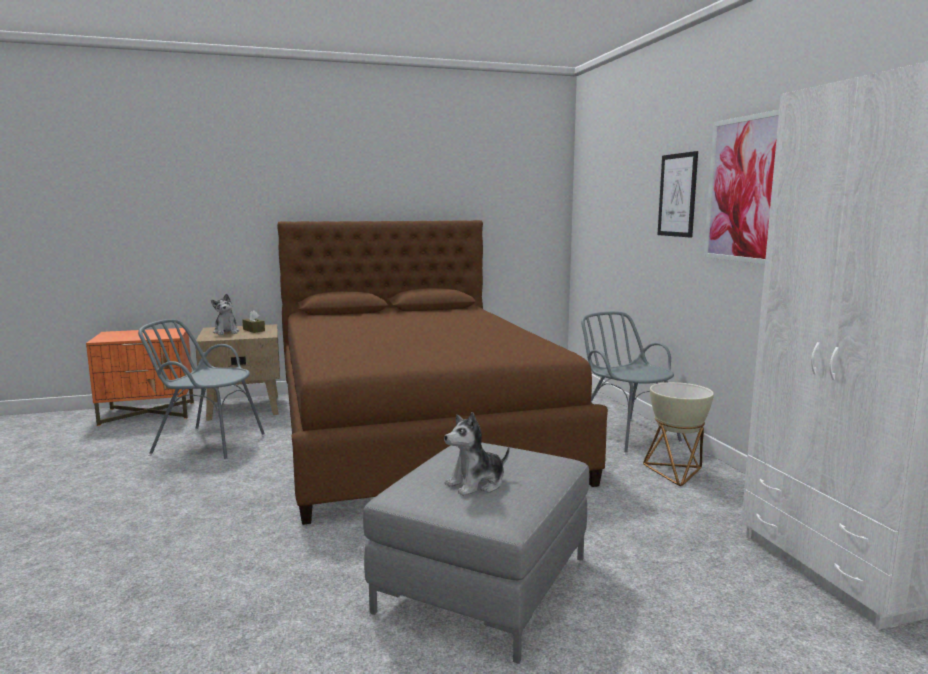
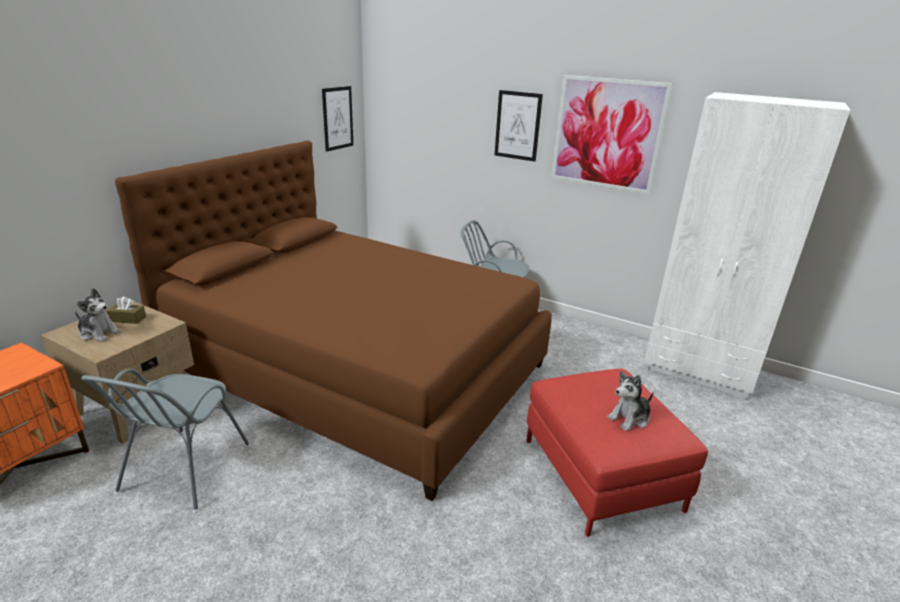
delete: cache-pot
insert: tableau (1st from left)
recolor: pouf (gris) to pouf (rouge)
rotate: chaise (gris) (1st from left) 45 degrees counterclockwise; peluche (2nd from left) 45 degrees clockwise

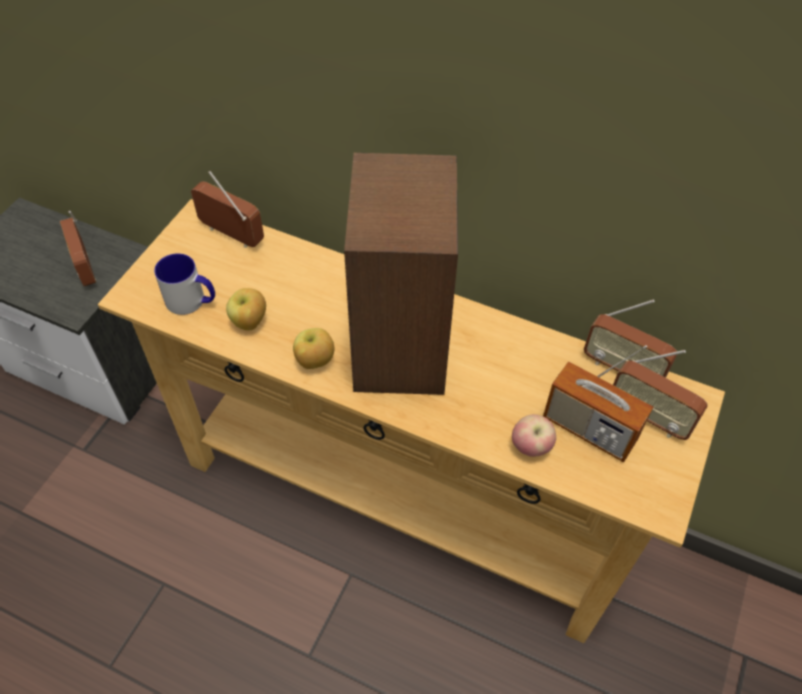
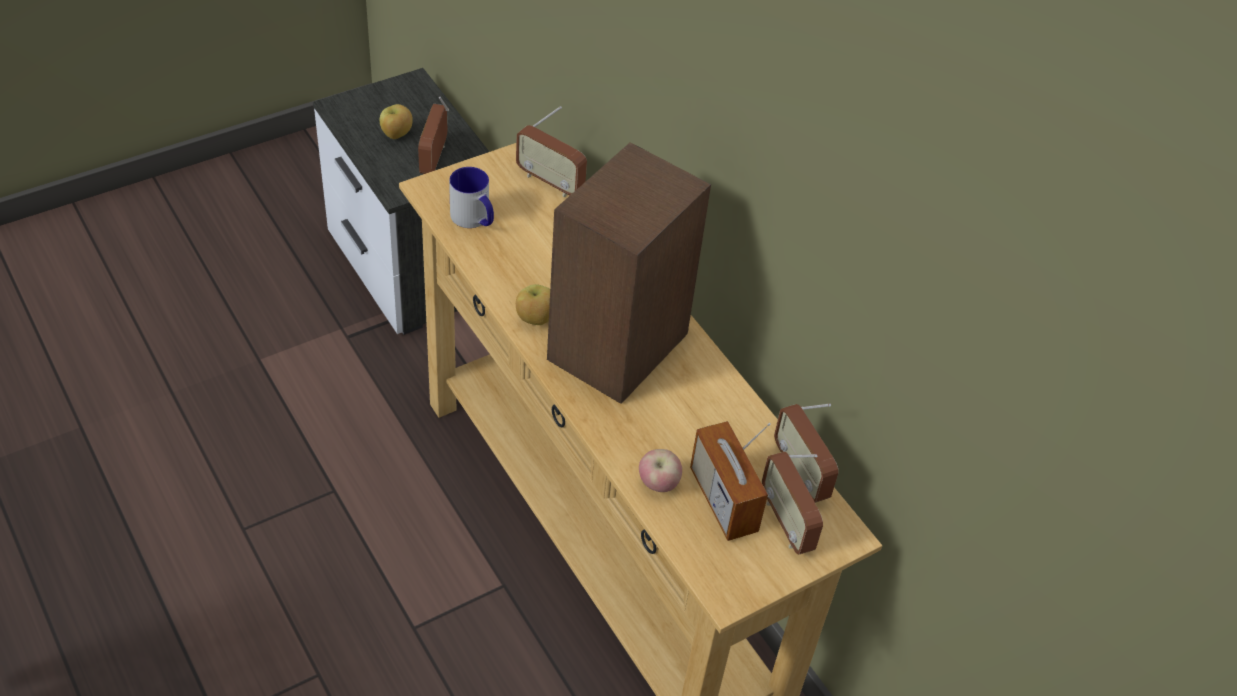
move: pomme (1st from left)
rotate: radio (2nd from left) 150 degrees clockwise

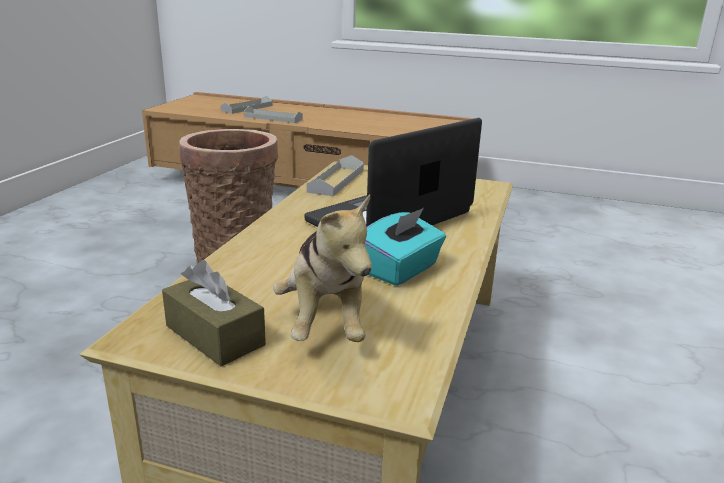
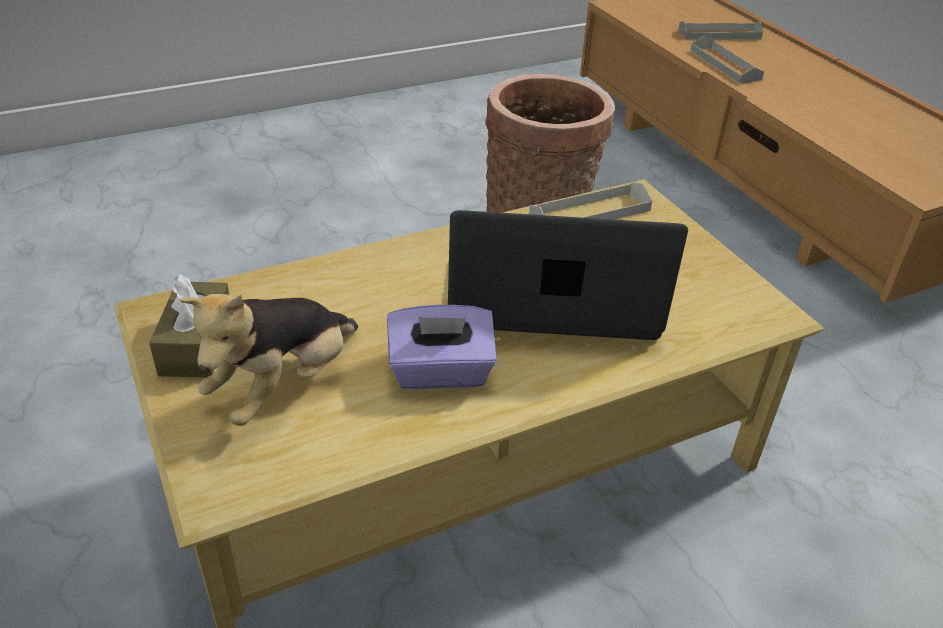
recolor: boîte à mouchoirs (turquoise) to boîte à mouchoirs (violet)

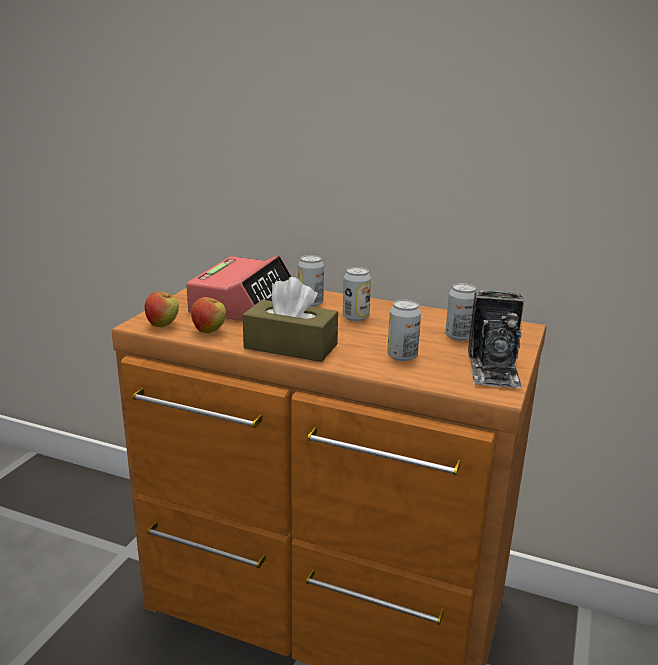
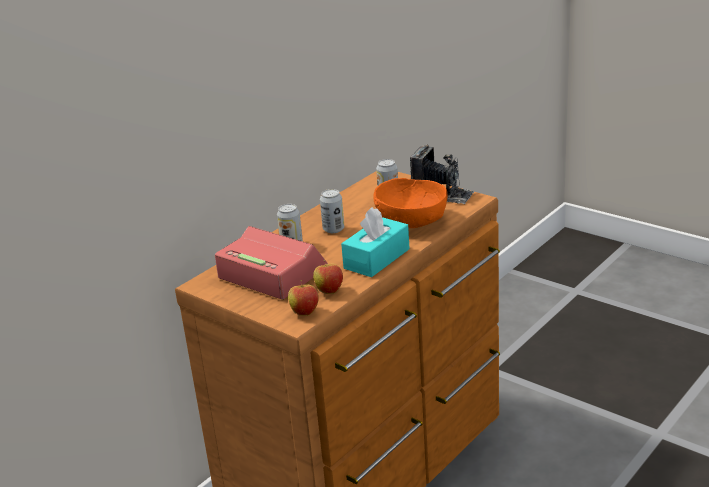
replace: boîte métallique (3rd from left) to bol (orange)
recolor: boîte à mouchoirs (marron) to boîte à mouchoirs (turquoise)

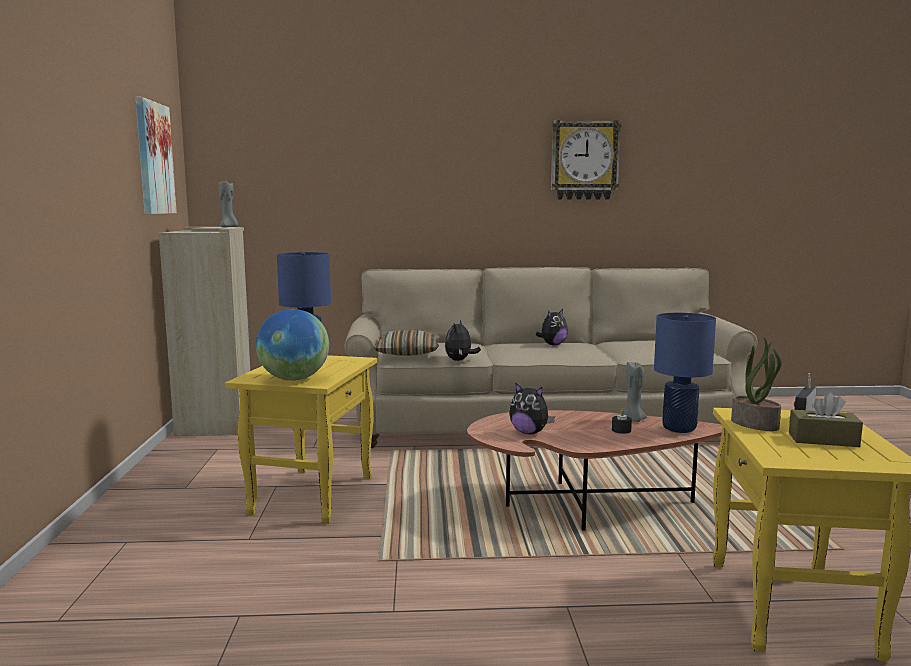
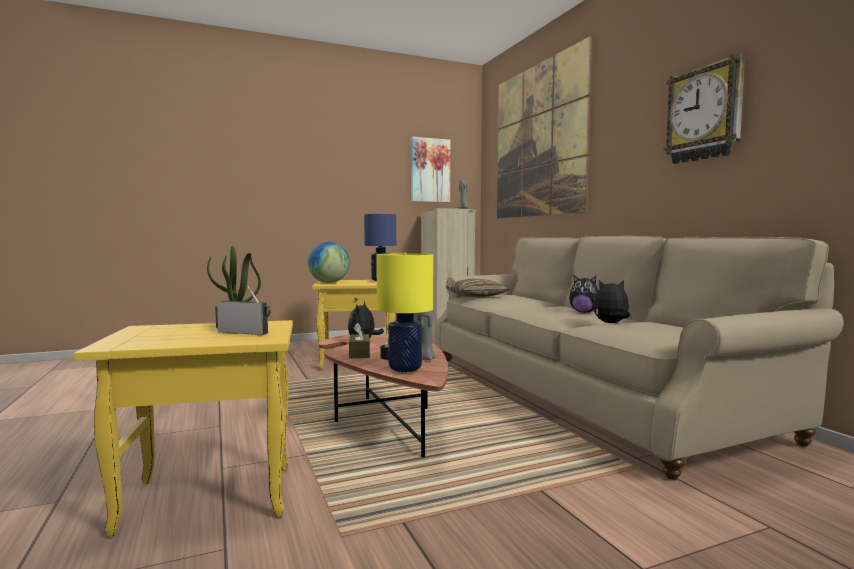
insert: tableau (2nd from left)
move: boîte à mouchoirs (marron); peluche (1st from left in the first image) to peluche (3rd from left)
recolor: lampe de table (bleu) (2nd from left) to lampe de table (jaune)

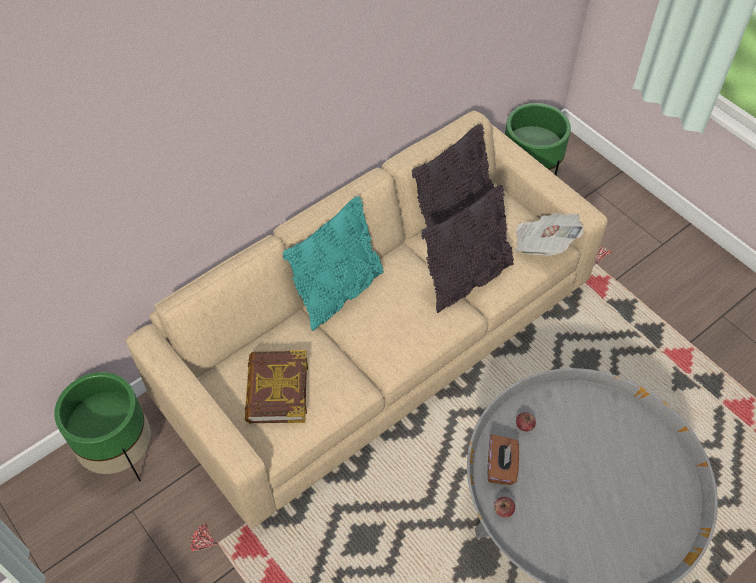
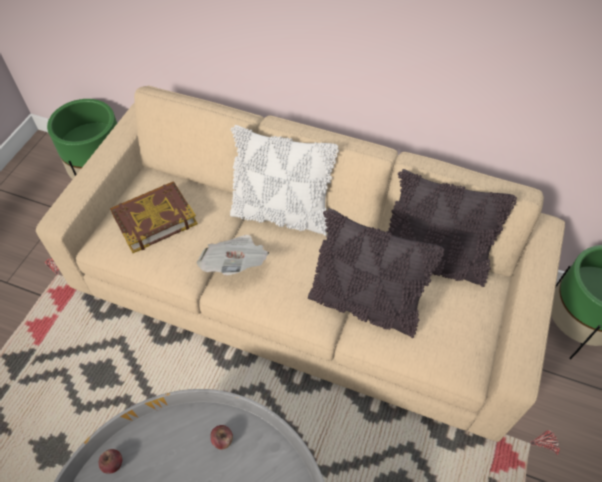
delete: boîte à mouchoirs (marron)
move: journal
recolor: coussin (turquoise) to coussin (blanc)

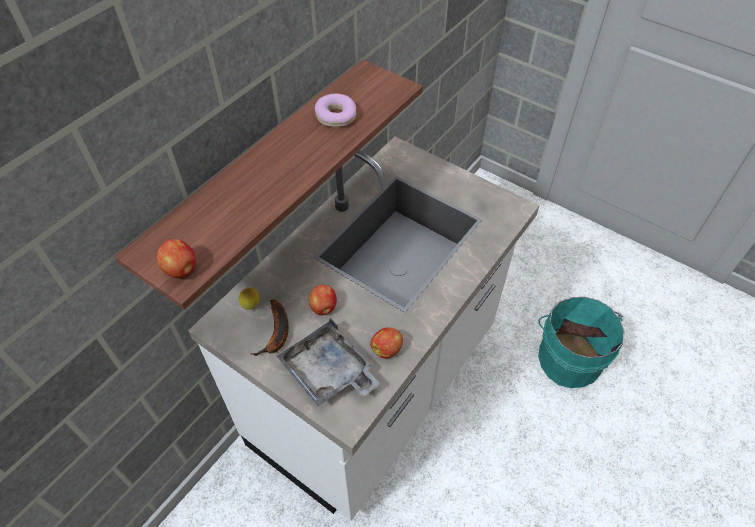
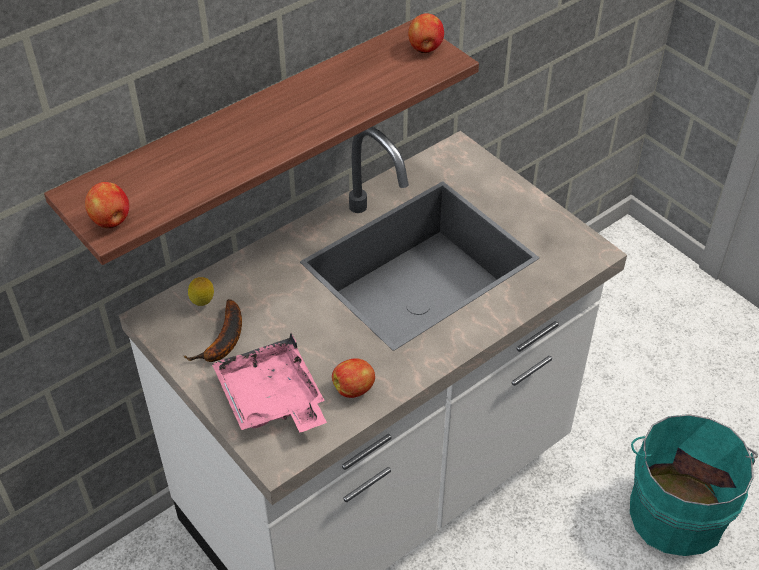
delete: beignet
move: pomme (2nd from left in the first image) to pomme (3rd from left)
recolor: plateau (gris) to plateau (rose)

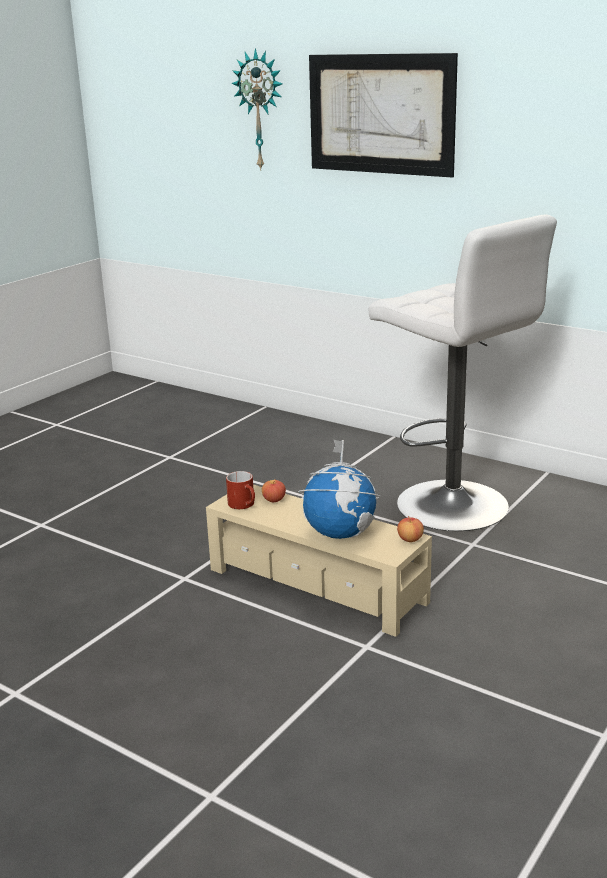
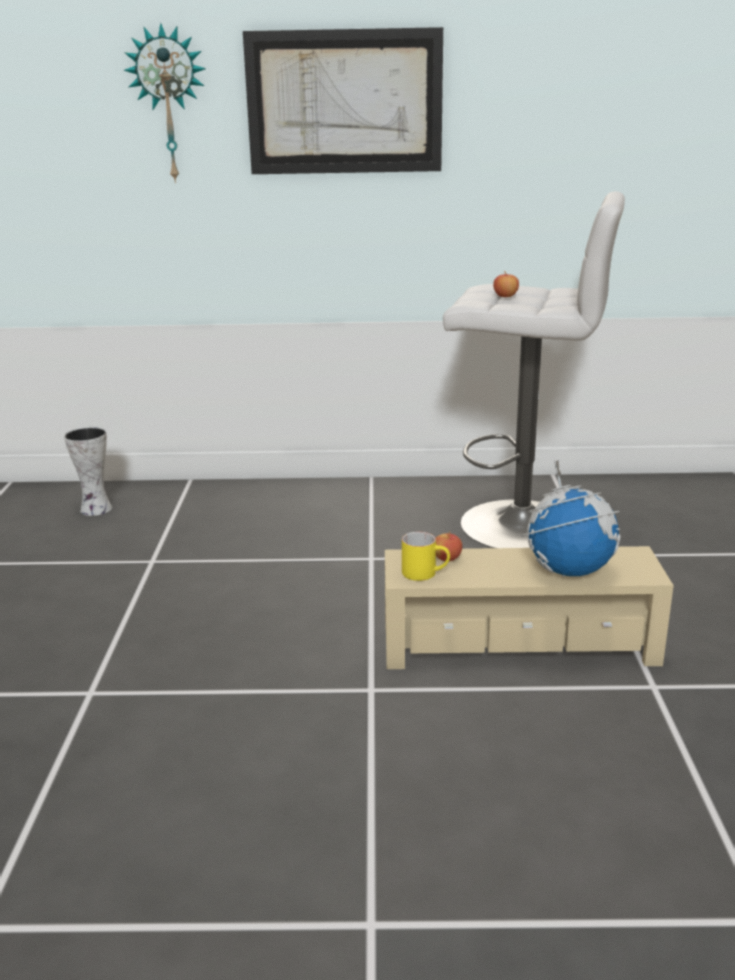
insert: vase
move: pomme (2nd from left)
recolor: mug (rouge) to mug (jaune)

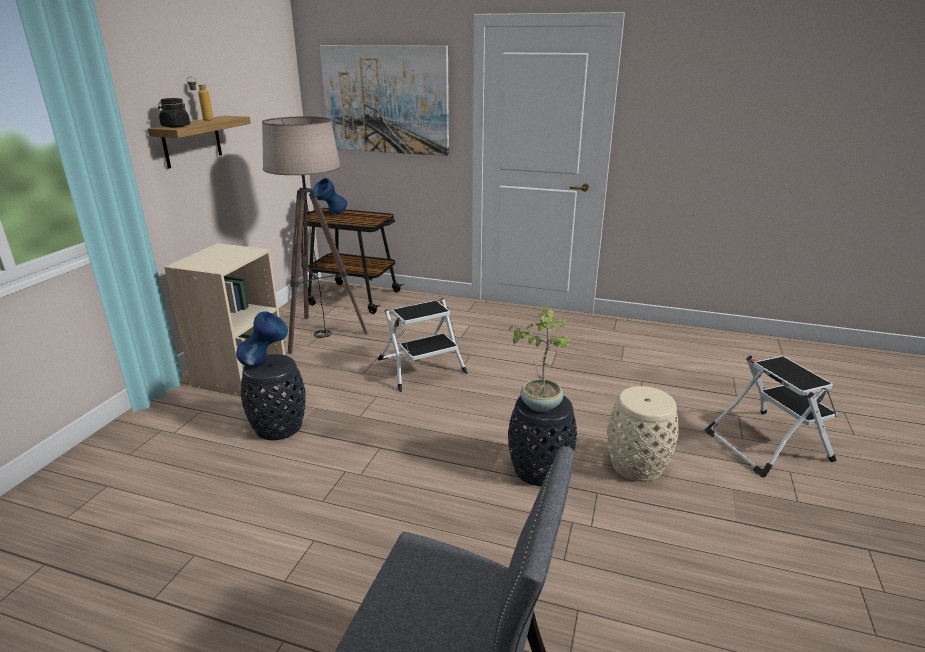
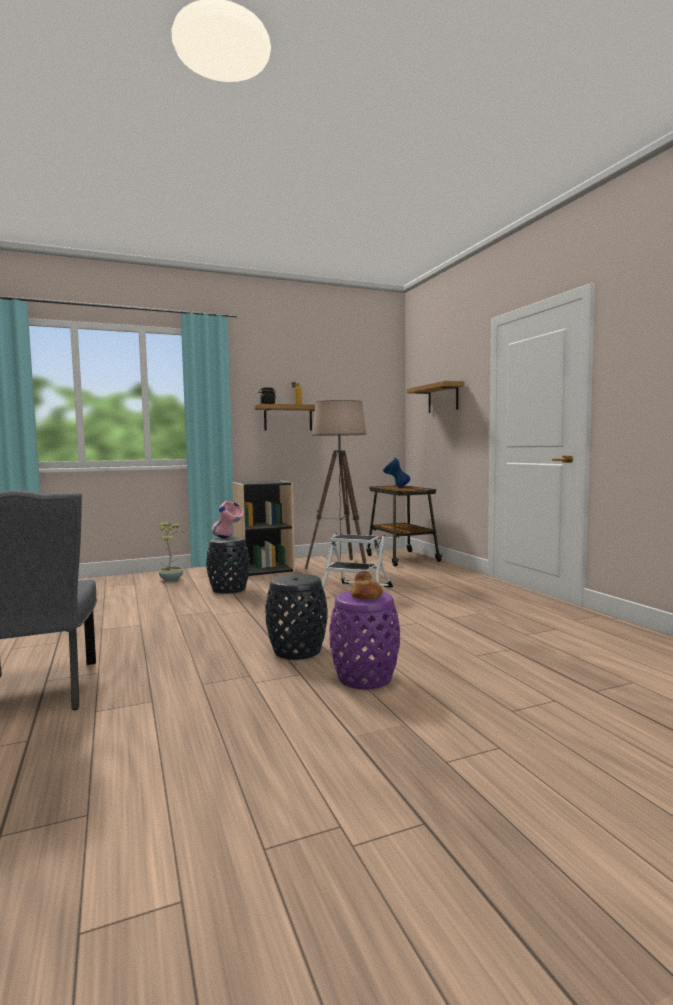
delete: escabeau (2nd from left)
insert: pain
move: plante en pot
replace: tableau to étagère (2nd from left)
recolor: vase (bleu) (1st from left) to vase (rose); bibliothèque (beige) to bibliothèque (noir); tabouret (beige) to tabouret (violet)

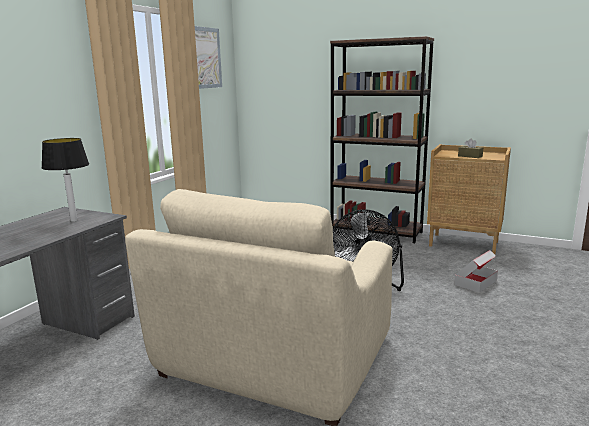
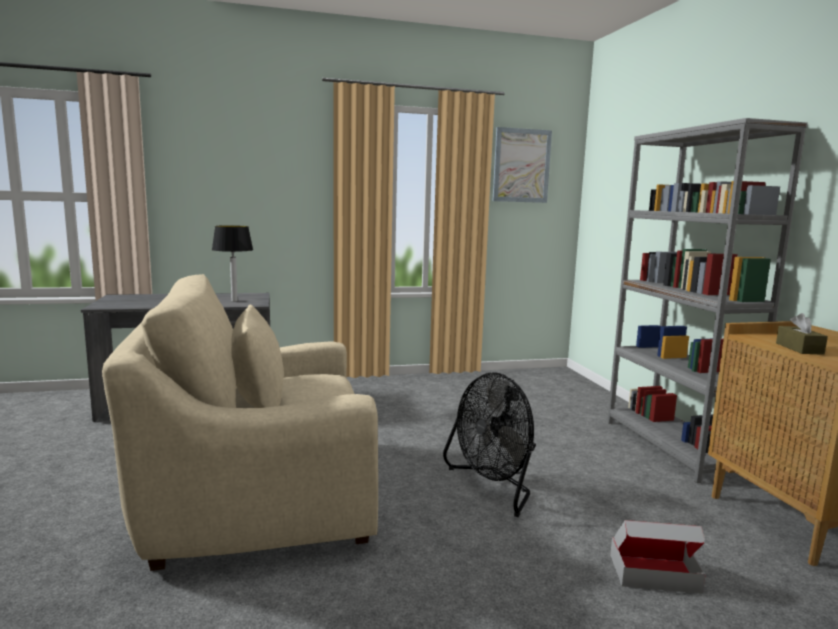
recolor: bibliothèque (marron) to bibliothèque (gris)

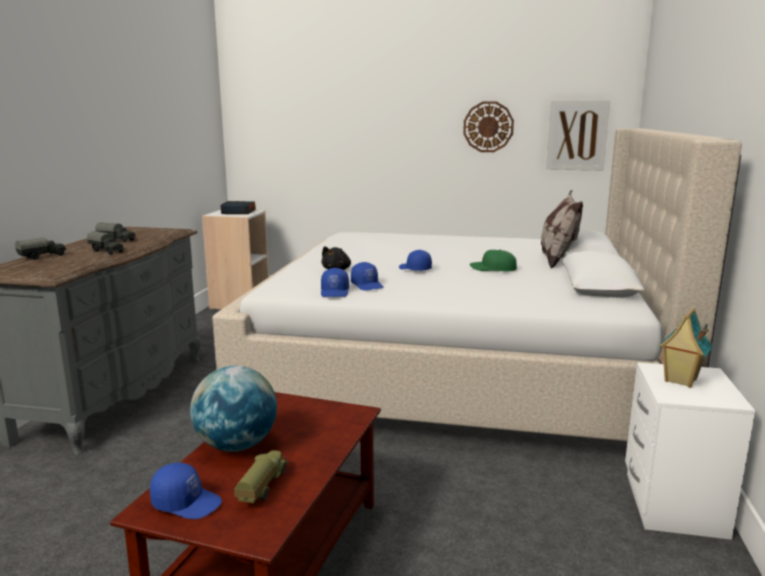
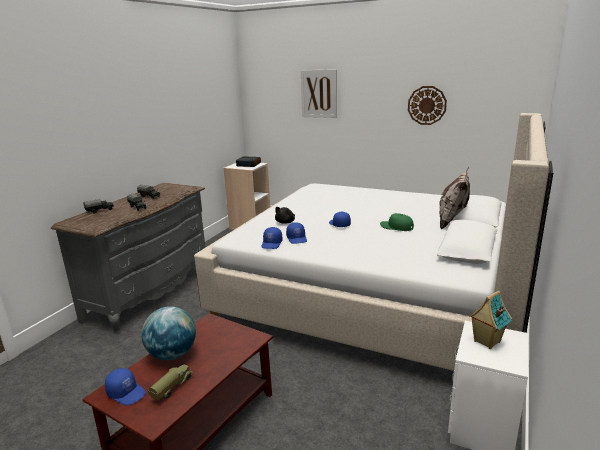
move: tableau

